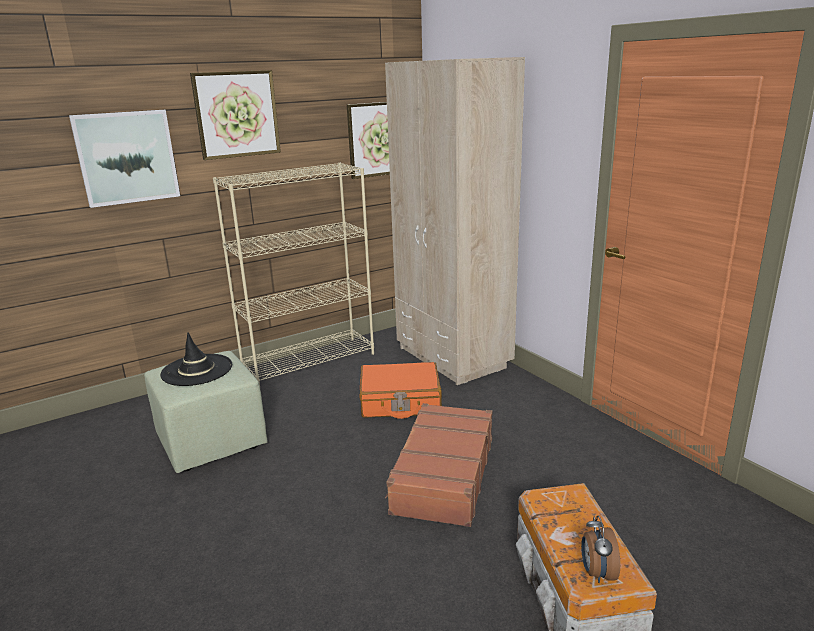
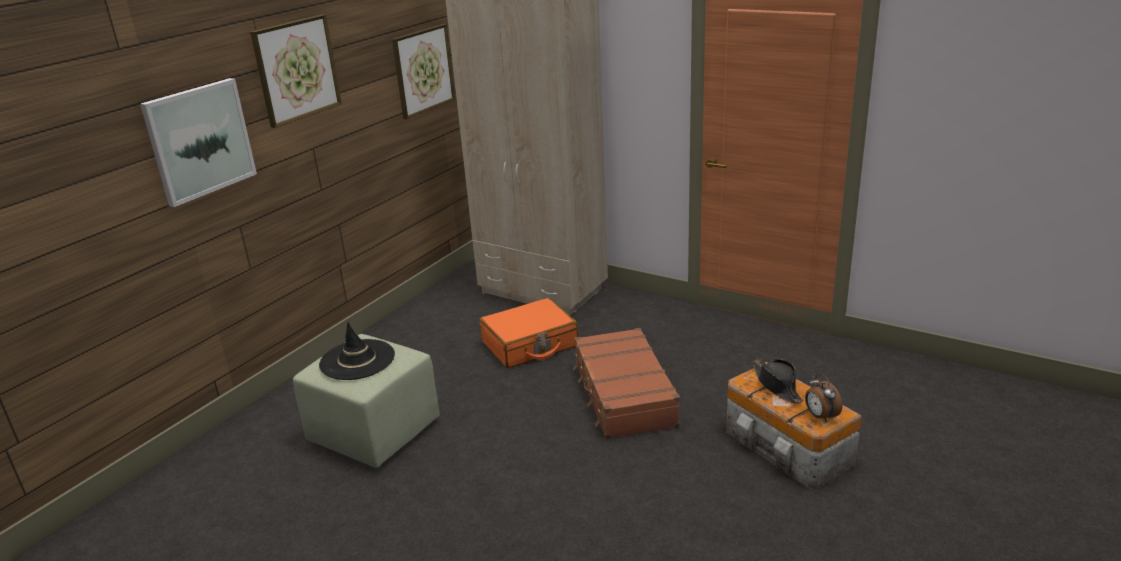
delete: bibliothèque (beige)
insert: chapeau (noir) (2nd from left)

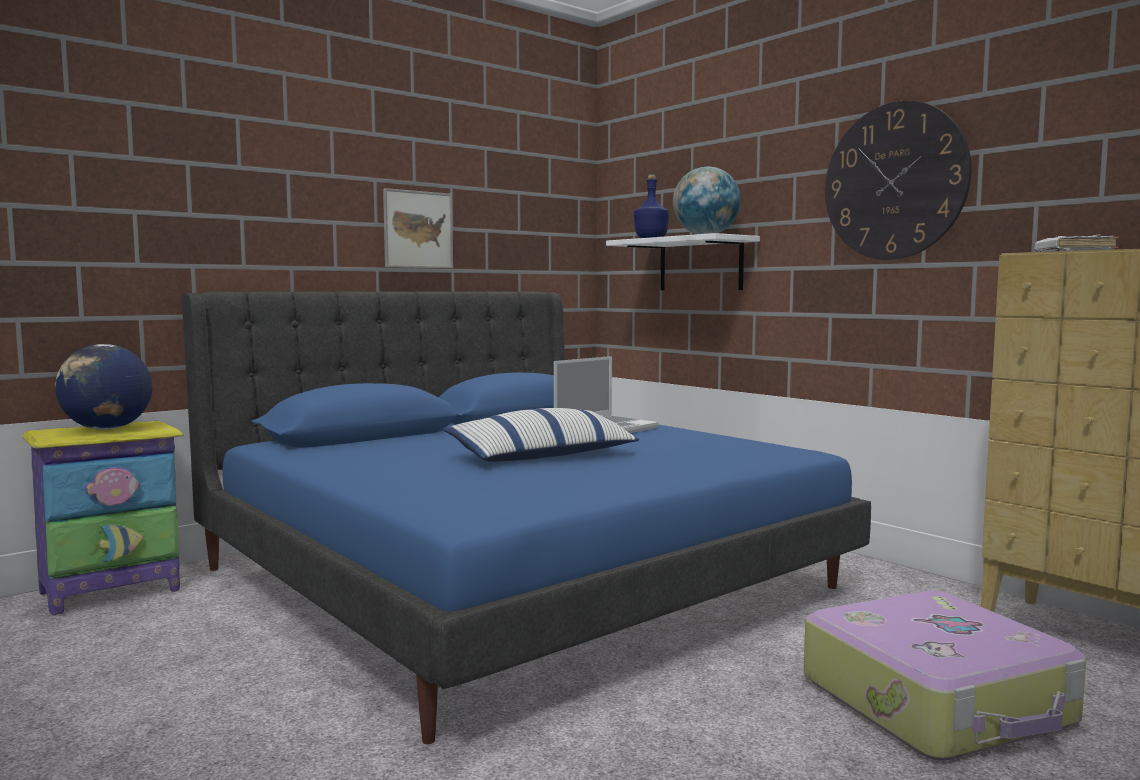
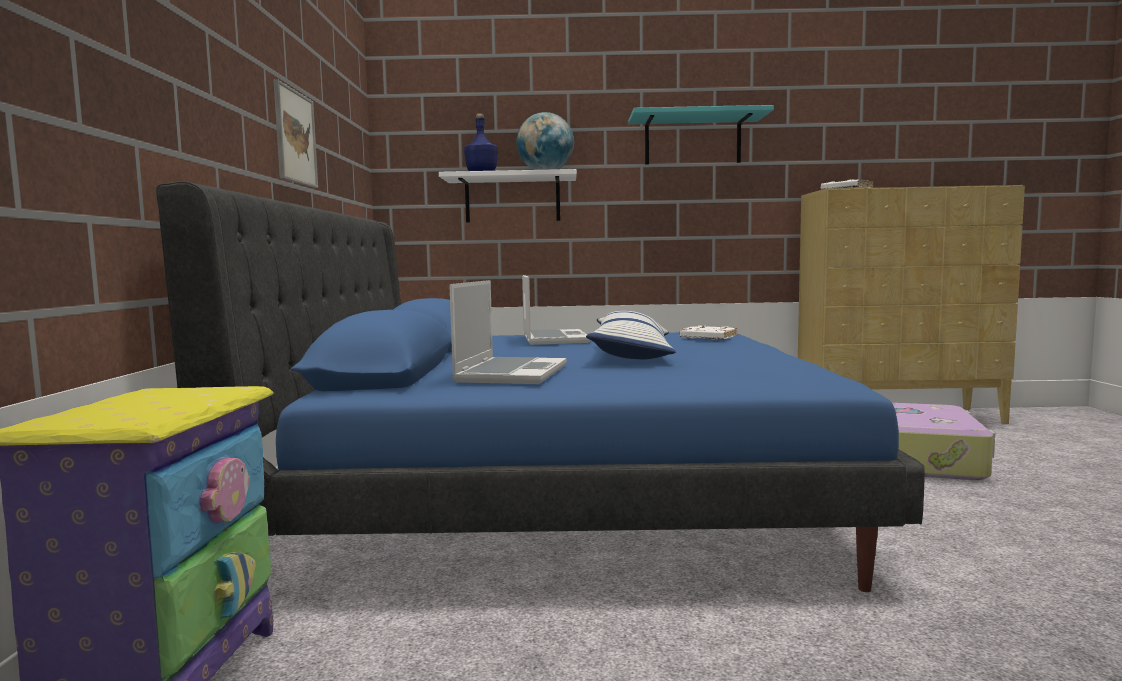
delete: globe (1st from left)
insert: ordinateur portable (1st from left); livre (blanc) (1st from left)
replace: horloge murale to étagère (turquoise)

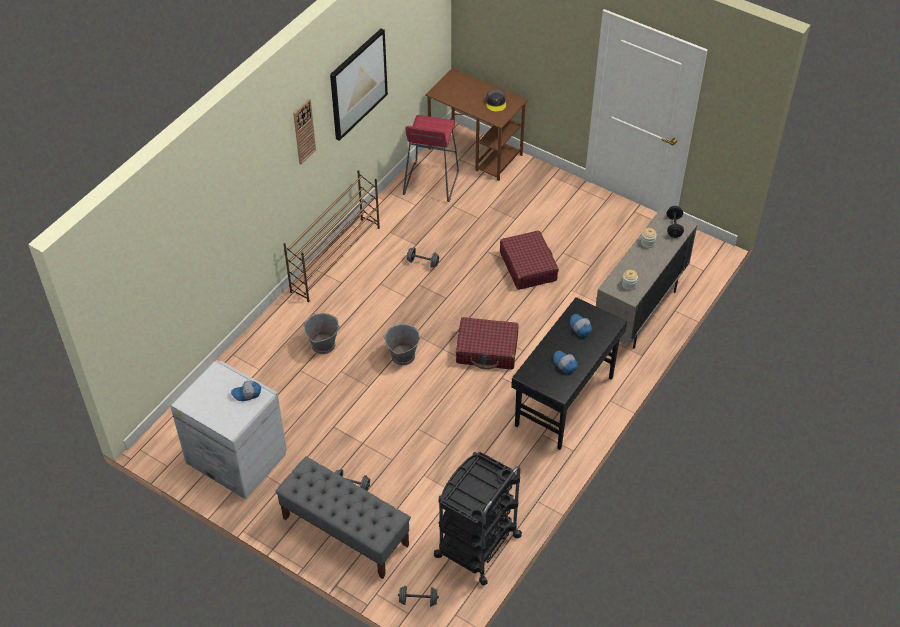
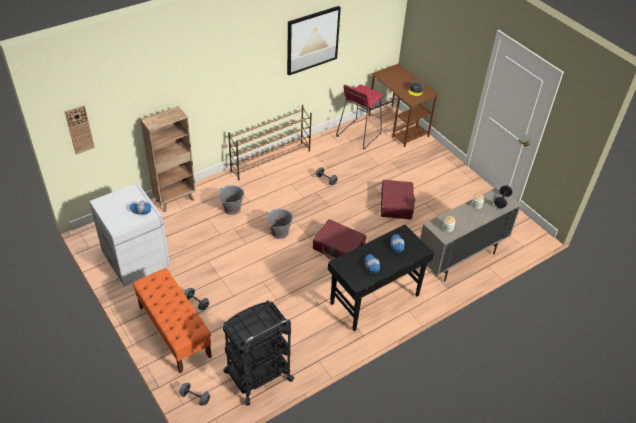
insert: bibliothèque (marron)
move: horloge murale
recolor: banc (gris) to banc (orange)

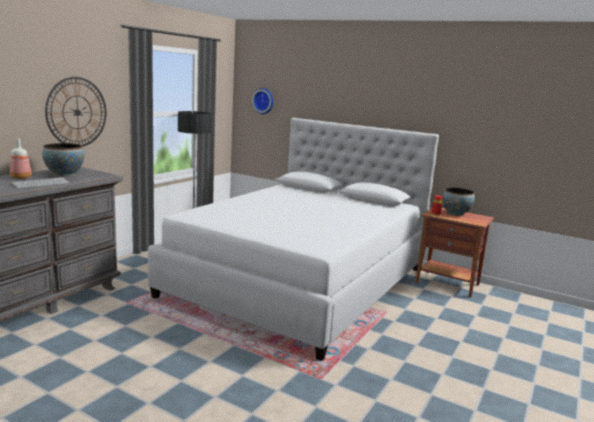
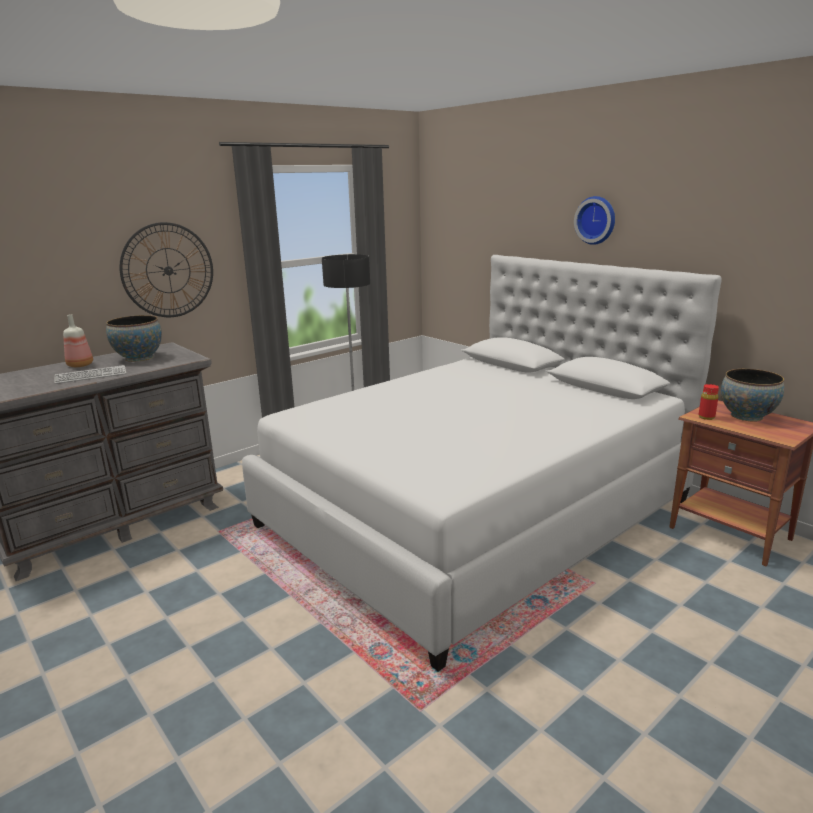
move: horloge murale (2nd from left)

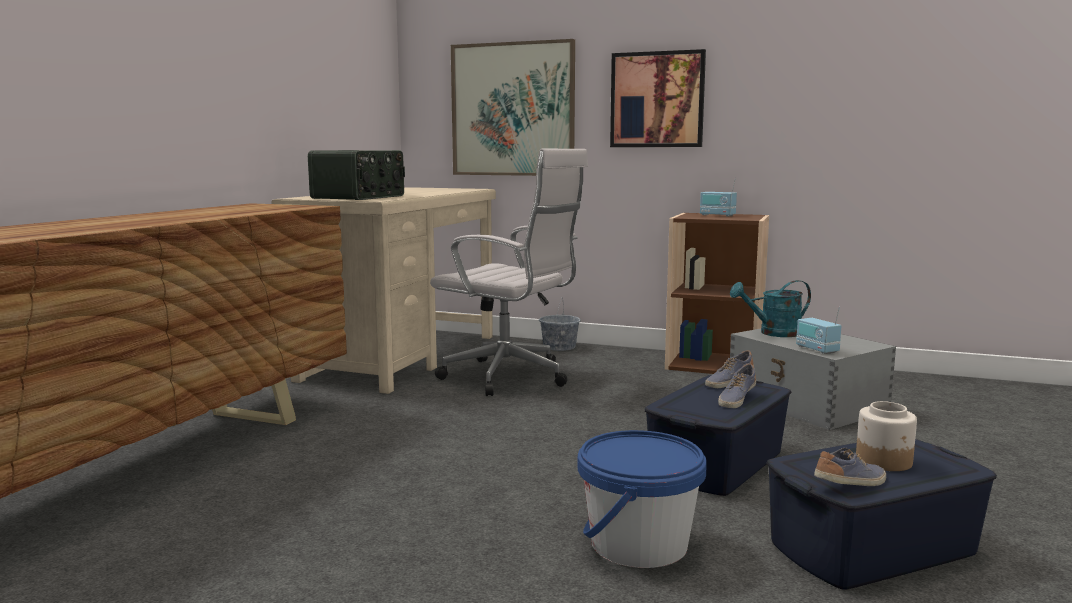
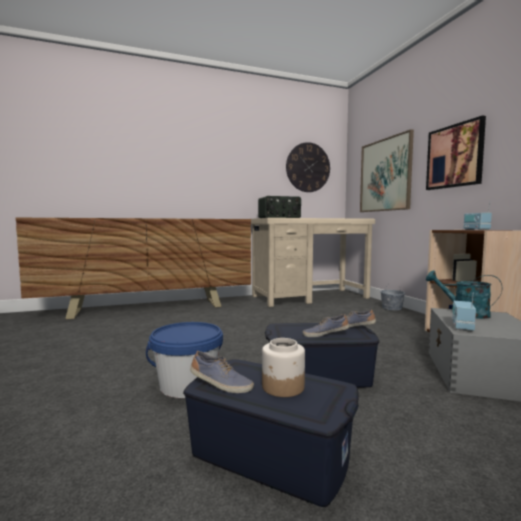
delete: chaise de bureau (blanc)
insert: horloge murale

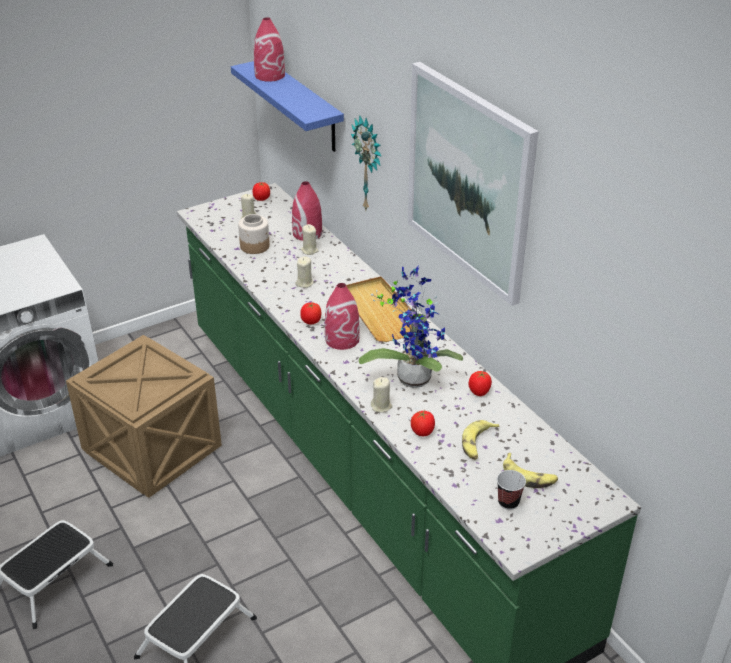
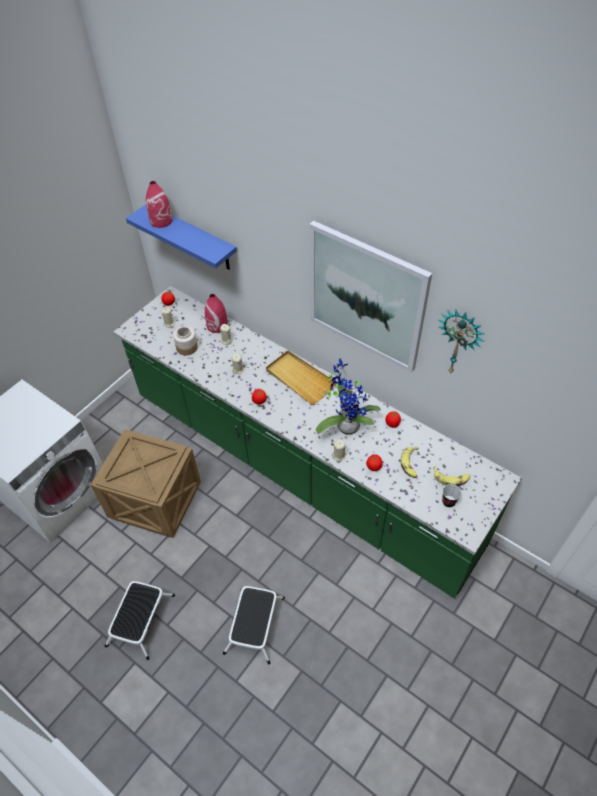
delete: vase (rouge) (3rd from left)
move: horloge murale

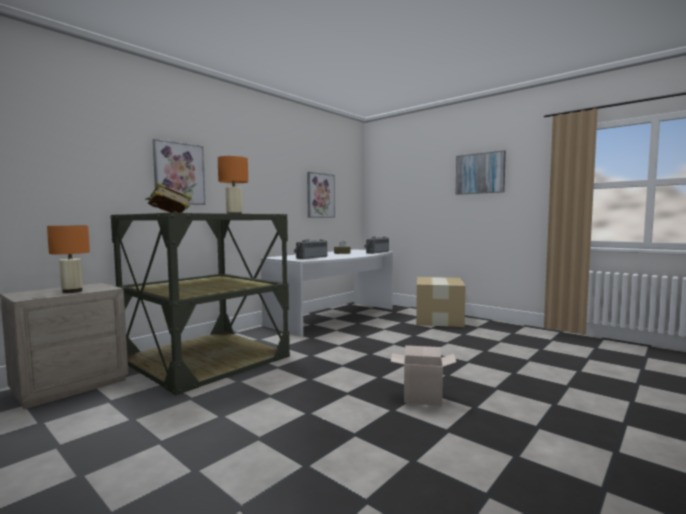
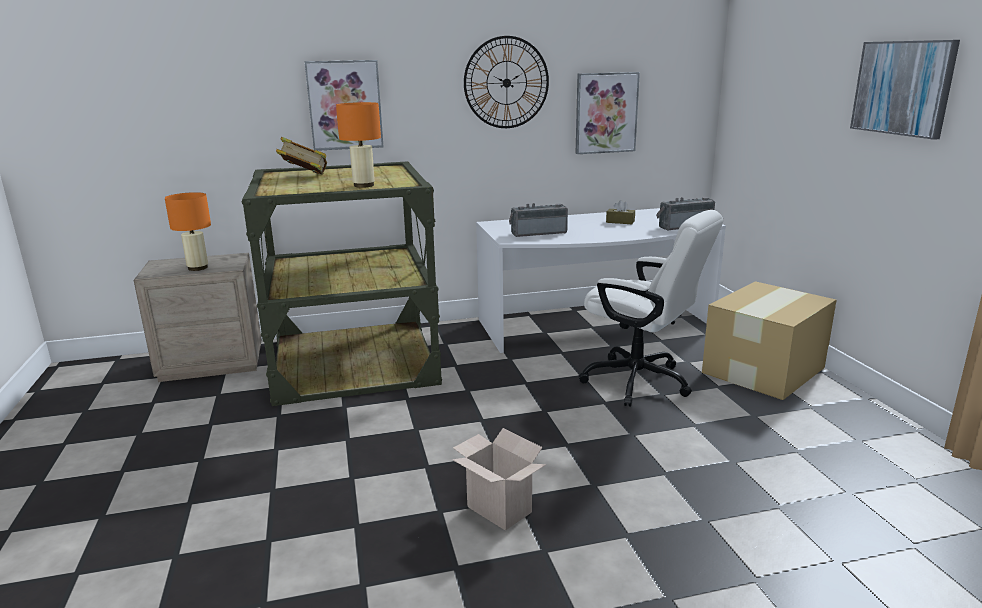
insert: horloge murale; chaise de bureau (blanc)

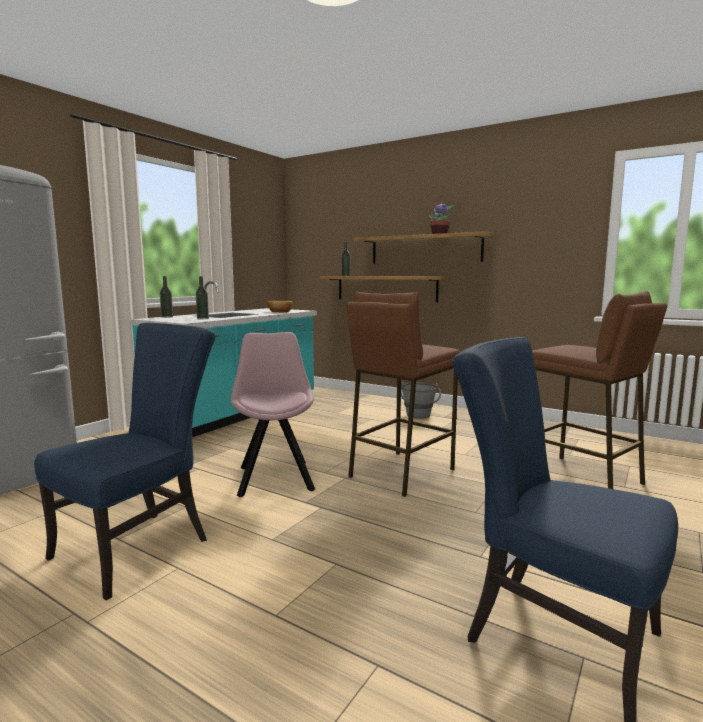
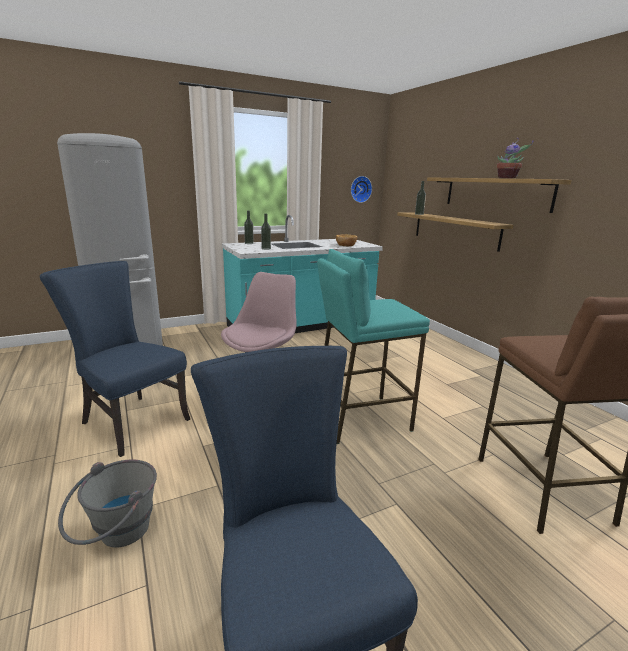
insert: horloge murale
move: seau (gris)
recolor: tabouret (marron) (1st from left) to tabouret (turquoise)
rotate: chaise (bleu) (1st from left) 120 degrees counterclockwise

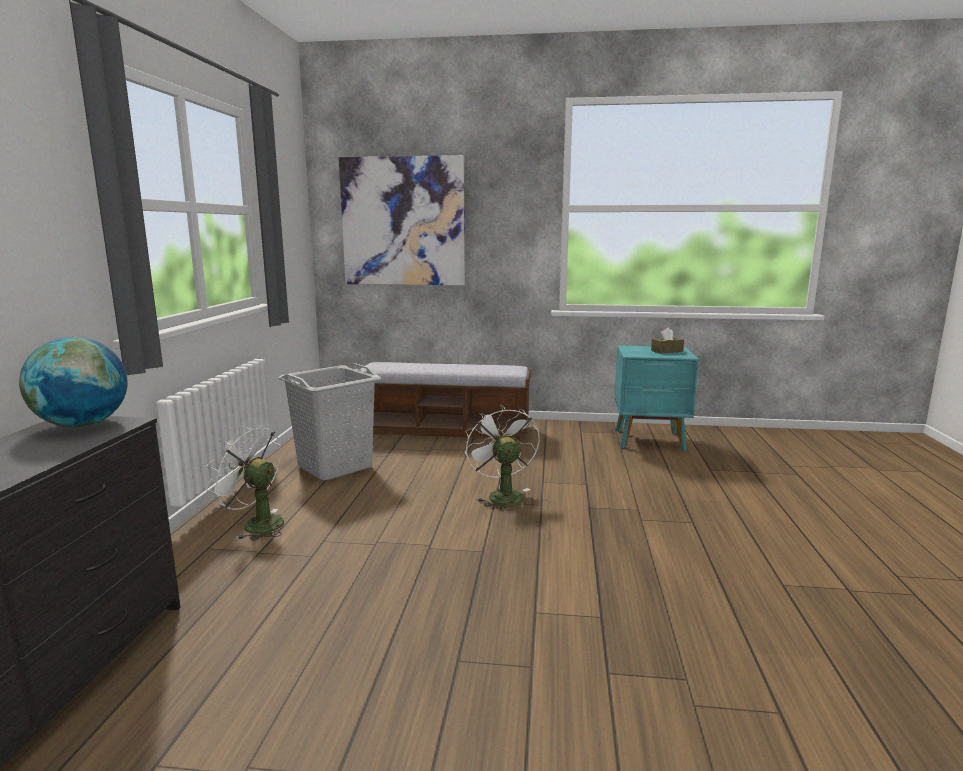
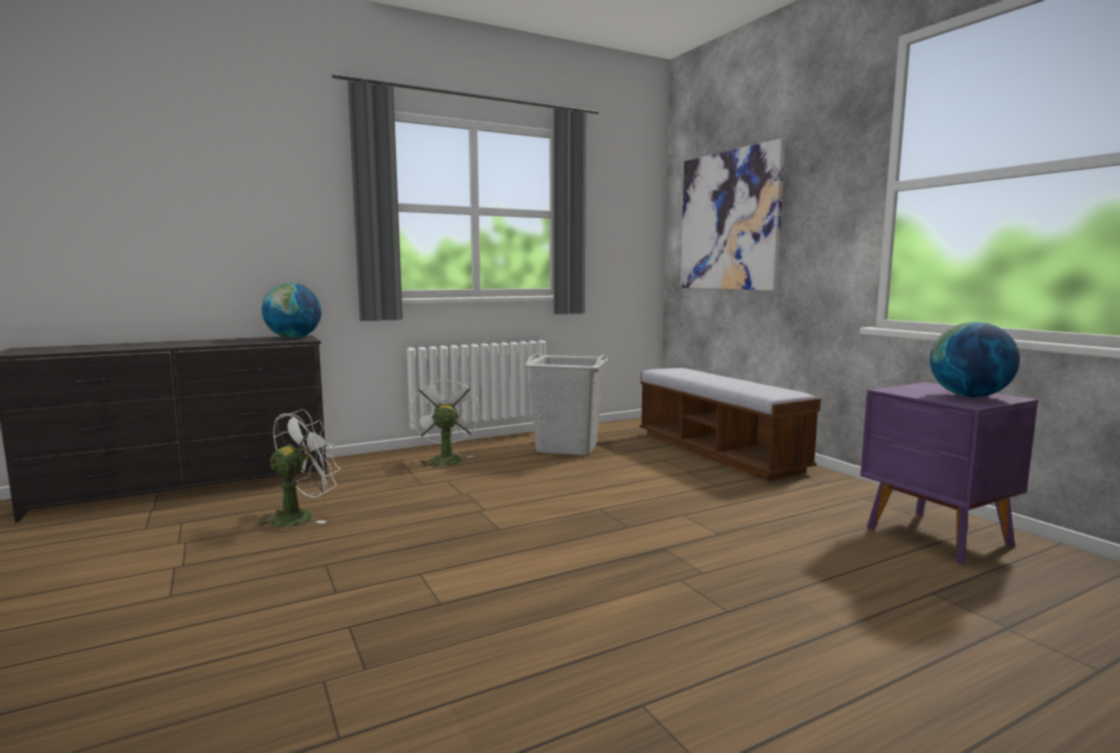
move: ventilateur (blanc) (2nd from left in the first image) to ventilateur (blanc) (1st from left)
replace: boîte à mouchoirs (marron) to globe (2nd from left)
recolor: table de chevet (turquoise) to table de chevet (violet)

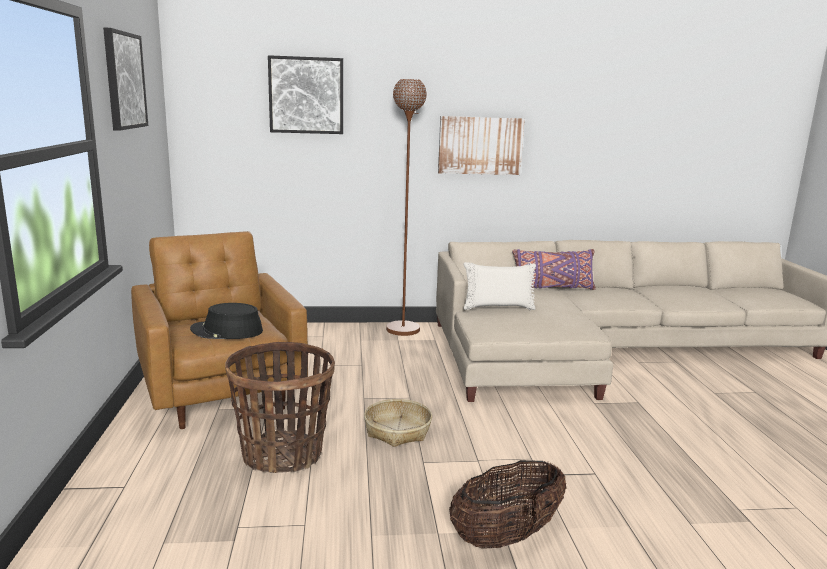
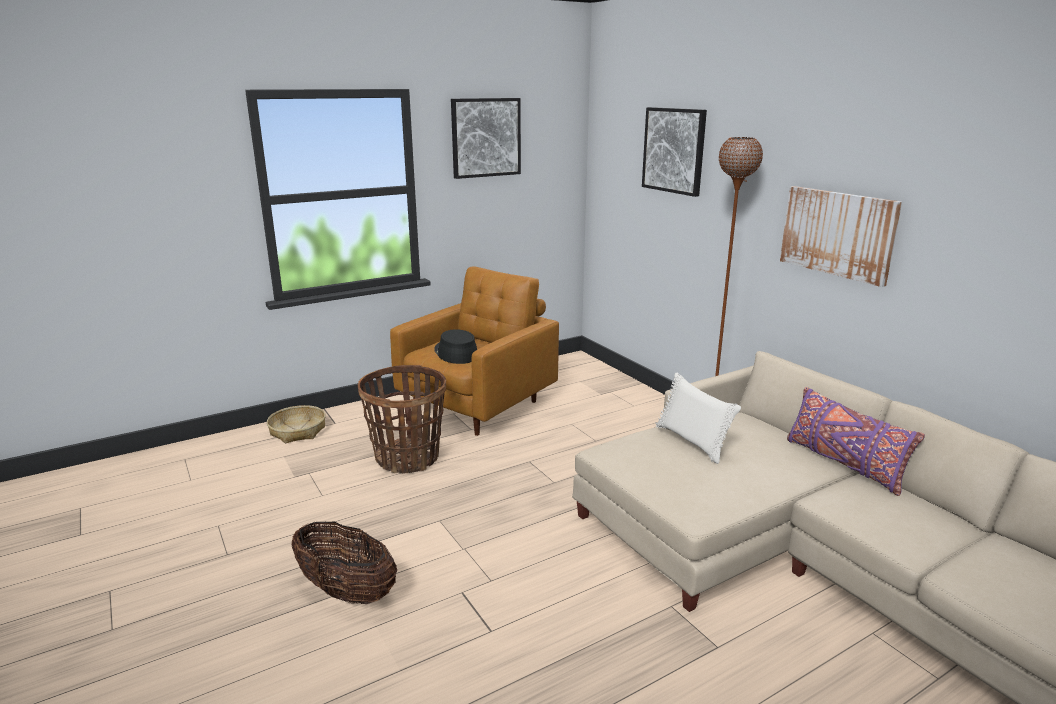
move: panier (2nd from left in the first image) to panier (1st from left)

